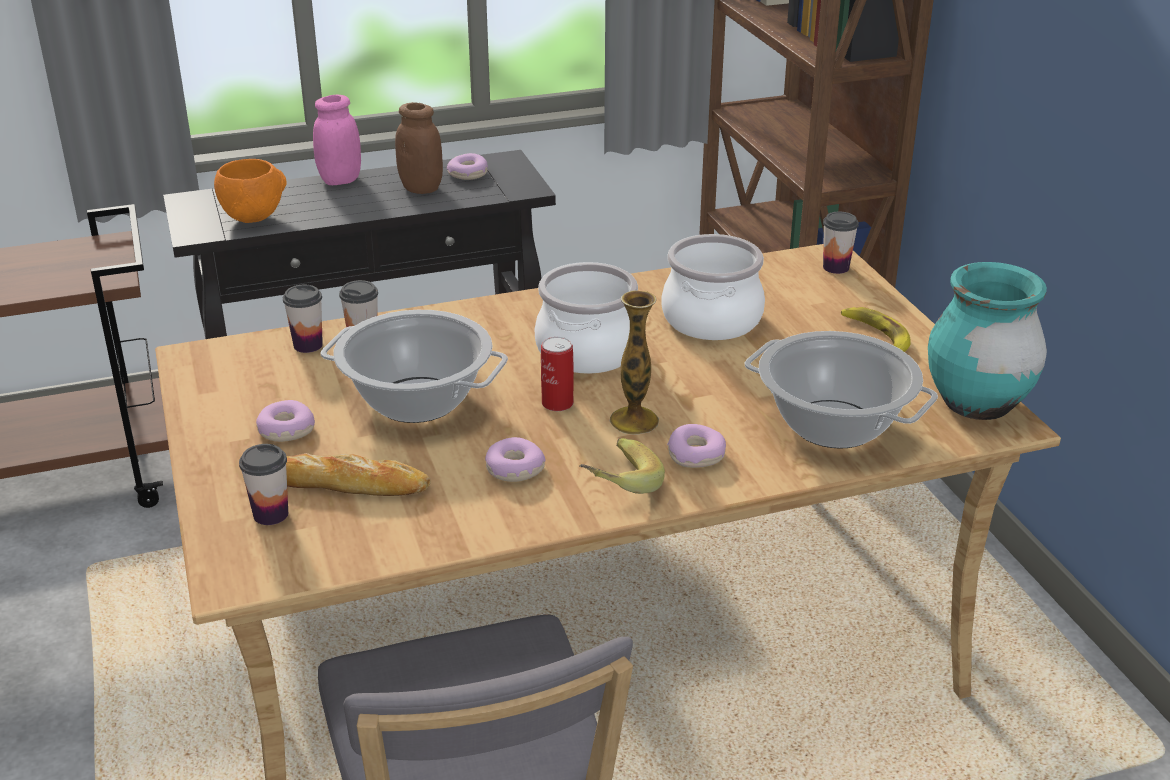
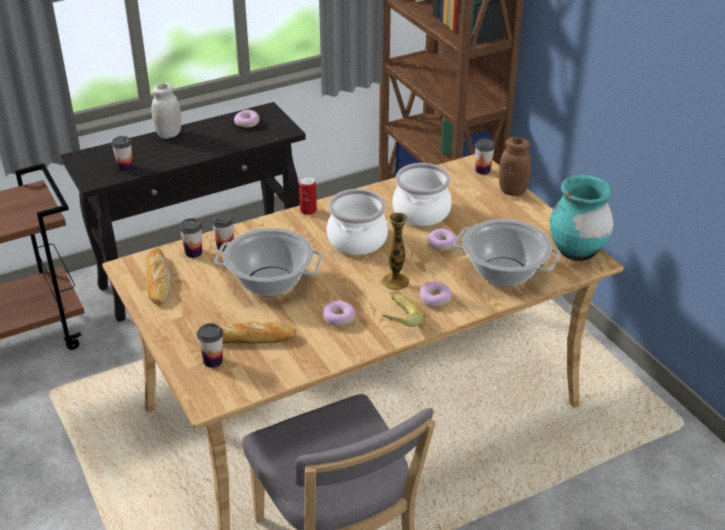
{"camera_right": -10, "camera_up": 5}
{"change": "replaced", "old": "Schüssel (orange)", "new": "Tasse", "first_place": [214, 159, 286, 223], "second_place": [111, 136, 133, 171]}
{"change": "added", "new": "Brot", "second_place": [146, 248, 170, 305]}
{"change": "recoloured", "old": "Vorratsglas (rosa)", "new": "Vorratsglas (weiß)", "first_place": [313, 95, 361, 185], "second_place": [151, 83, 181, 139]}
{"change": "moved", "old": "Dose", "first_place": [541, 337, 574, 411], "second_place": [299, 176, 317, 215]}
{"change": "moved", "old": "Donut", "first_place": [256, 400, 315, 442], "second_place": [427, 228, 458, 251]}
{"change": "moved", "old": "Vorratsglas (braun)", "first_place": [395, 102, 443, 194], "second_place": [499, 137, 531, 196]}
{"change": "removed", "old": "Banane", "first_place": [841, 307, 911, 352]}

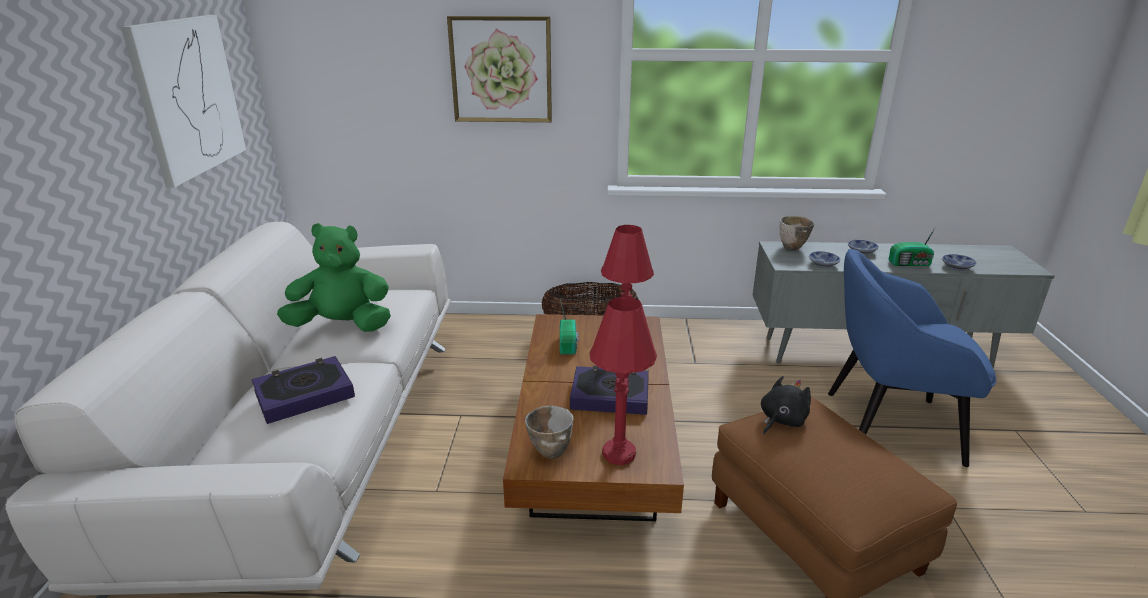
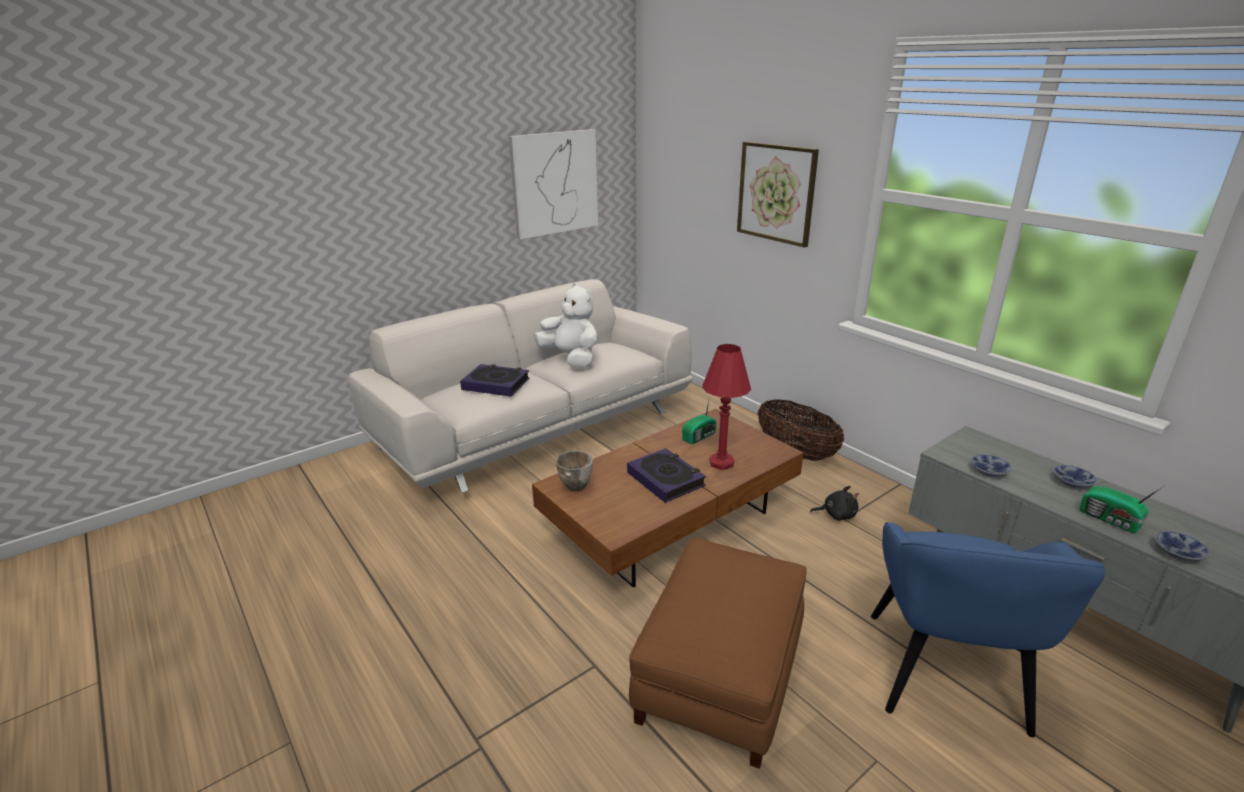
{"camera_right": 50, "camera_up": 0}
{"change": "recoloured", "old": "Plüschtier (grün)", "new": "Plüschtier (weiß)", "first_place": [277, 223, 391, 332], "second_place": [534, 283, 598, 368]}
{"change": "moved", "old": "Plüschtier (schwarz)", "first_place": [761, 376, 811, 434], "second_place": [810, 486, 859, 521]}
{"change": "turned", "old": "Sessel (blau)", "first_place": [828, 249, 996, 467], "second_place": [871, 522, 1105, 737], "degrees": -135}
{"change": "removed", "old": "Tischlampe (rot)", "first_place": [590, 296, 657, 466]}
{"change": "removed", "old": "Schüssel", "first_place": [780, 216, 814, 250]}

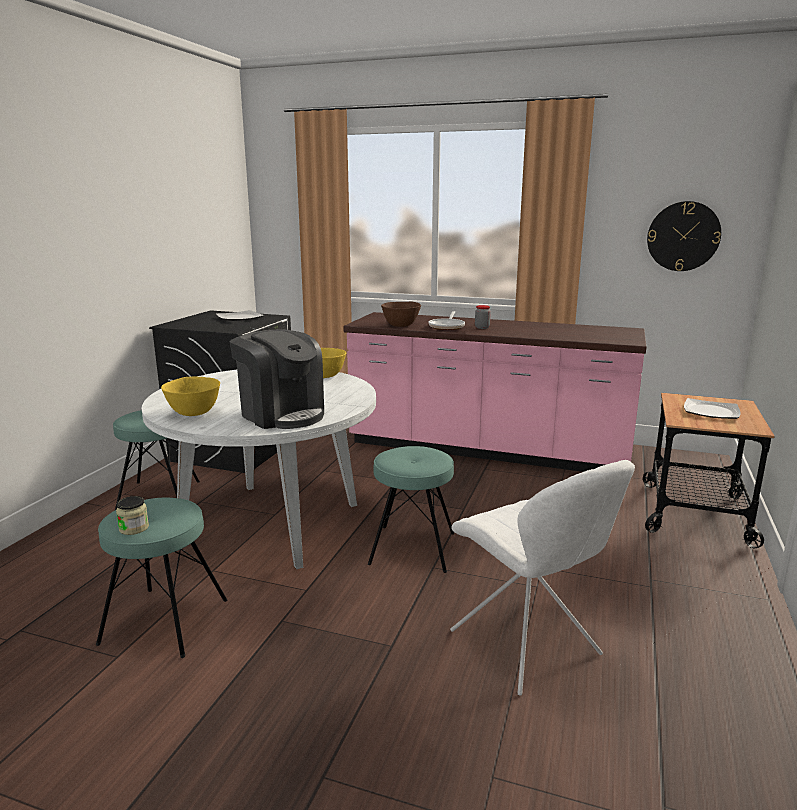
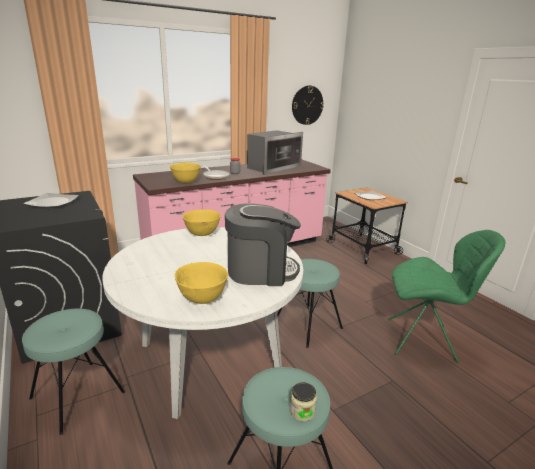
{"camera_right": -50, "camera_up": 5}
{"change": "recoloured", "old": "Schüssel (braun)", "new": "Schüssel (gelb)", "first_place": [381, 302, 421, 327], "second_place": [170, 162, 201, 183]}
{"change": "added", "new": "Mikrowelle", "second_place": [247, 130, 303, 175]}
{"change": "recoloured", "old": "Stuhl (weiß)", "new": "Stuhl (grün)", "first_place": [450, 460, 635, 696], "second_place": [388, 230, 505, 364]}

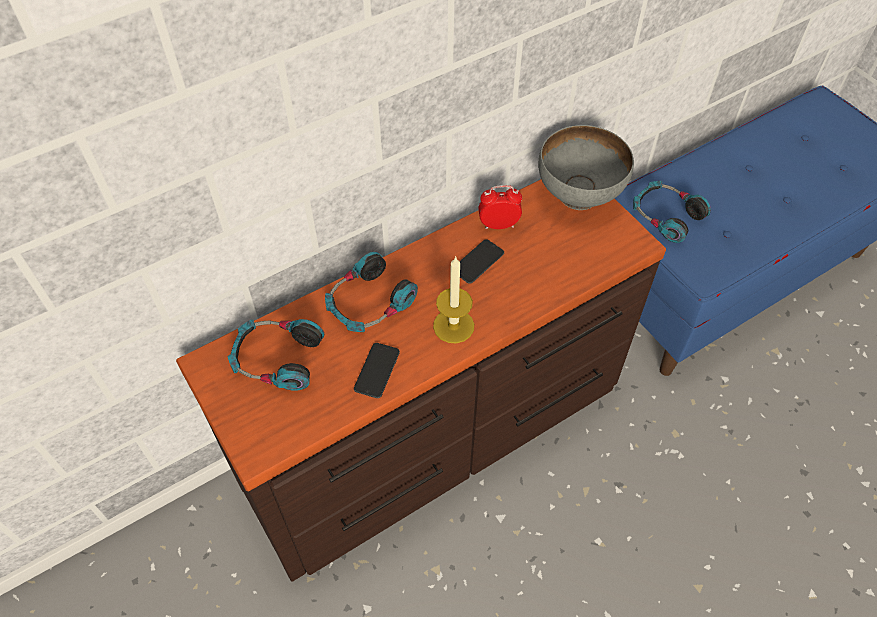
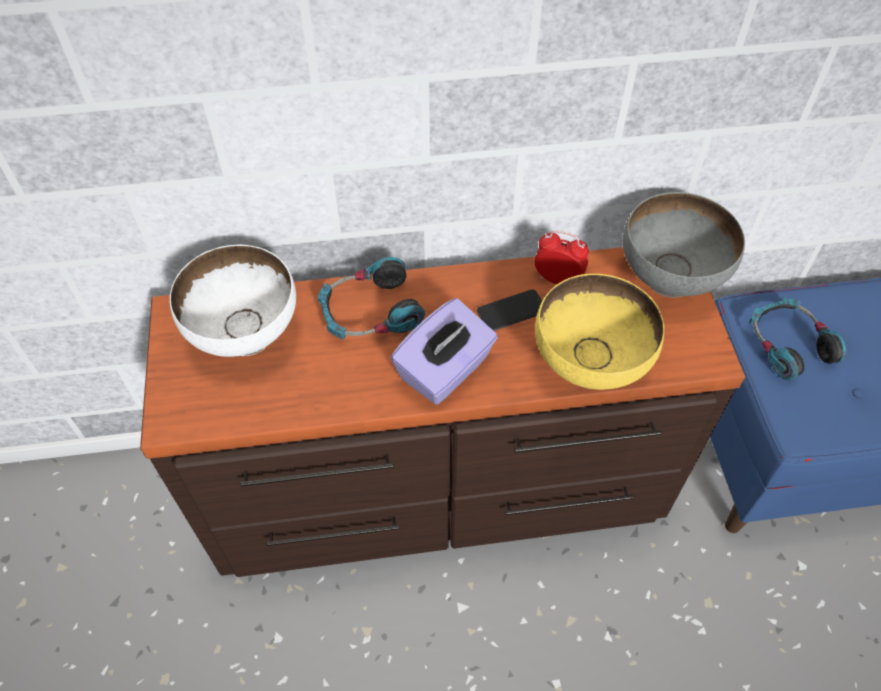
{"camera_right": 25, "camera_up": 0}
{"change": "replaced", "old": "Kopfhörer", "new": "Schüssel (weiß)", "first_place": [227, 319, 324, 391], "second_place": [170, 244, 296, 357]}
{"change": "replaced", "old": "Kerze", "new": "Taschentuchbox (lila)", "first_place": [433, 256, 474, 343], "second_place": [391, 298, 498, 405]}
{"change": "added", "new": "Schüssel (gelb)", "second_place": [535, 274, 664, 390]}
{"change": "removed", "old": "Handy", "first_place": [354, 343, 400, 398]}

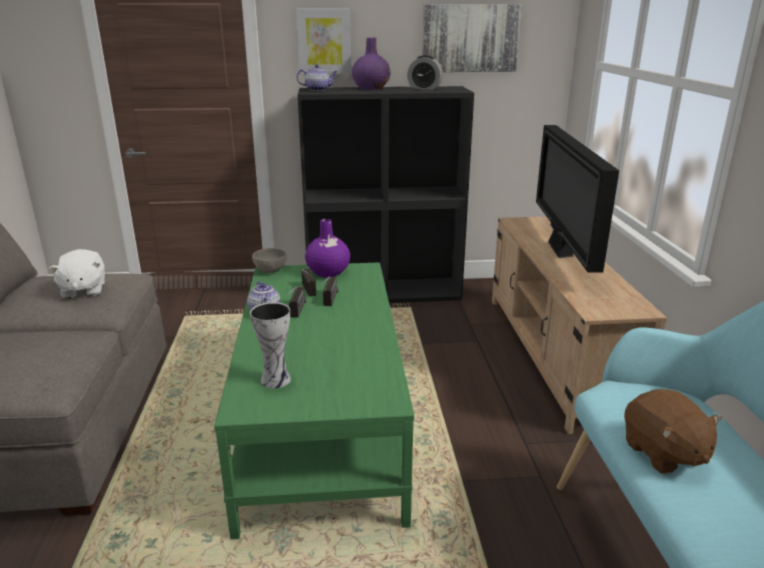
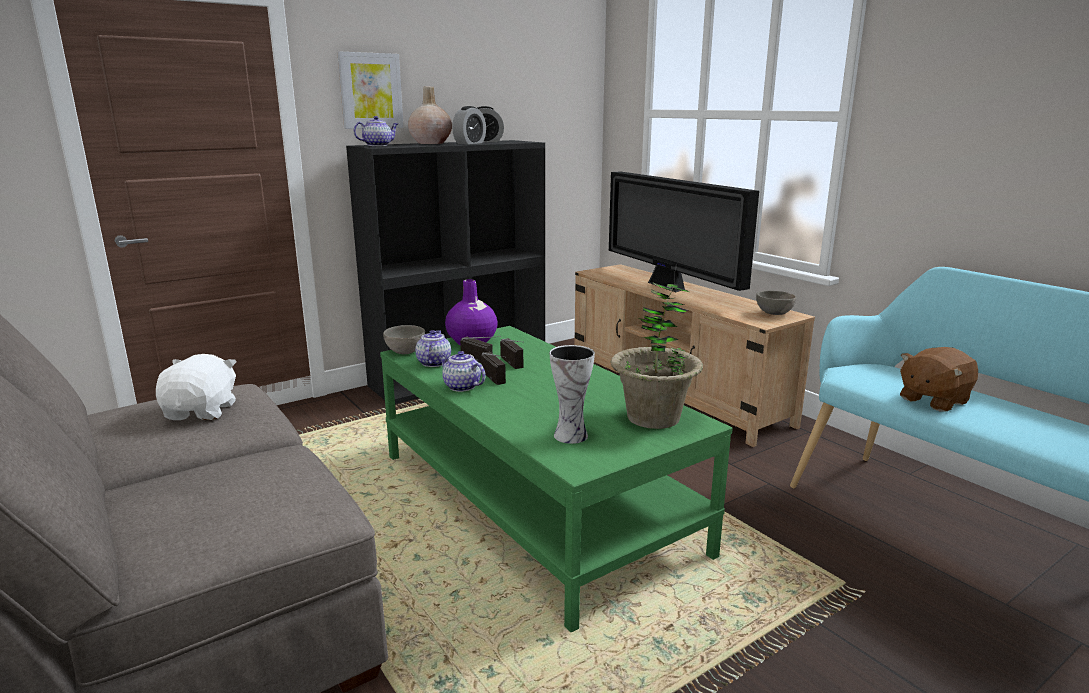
{"camera_right": -30, "camera_up": -5}
{"change": "turned", "old": "Plüschtier (weiß)", "first_place": [49, 249, 105, 299], "second_place": [156, 354, 237, 420], "degrees": -135}
{"change": "recoloured", "old": "Vase (lila)", "new": "Vase (beige)", "first_place": [352, 37, 391, 90], "second_place": [408, 86, 452, 144]}
{"change": "added", "new": "Teekanne", "second_place": [415, 330, 451, 367]}
{"change": "added", "new": "Wecker", "second_place": [452, 106, 486, 144]}
{"change": "added", "new": "Topfpflanze", "second_place": [610, 282, 703, 429]}
{"change": "added", "new": "Schüssel (grau)", "second_place": [756, 291, 796, 315]}
{"change": "turned", "old": "Plüschtier (braun)", "first_place": [624, 389, 722, 474], "second_place": [900, 347, 978, 412], "degrees": 105}
{"change": "removed", "old": "Bild", "first_place": [422, 4, 522, 72]}

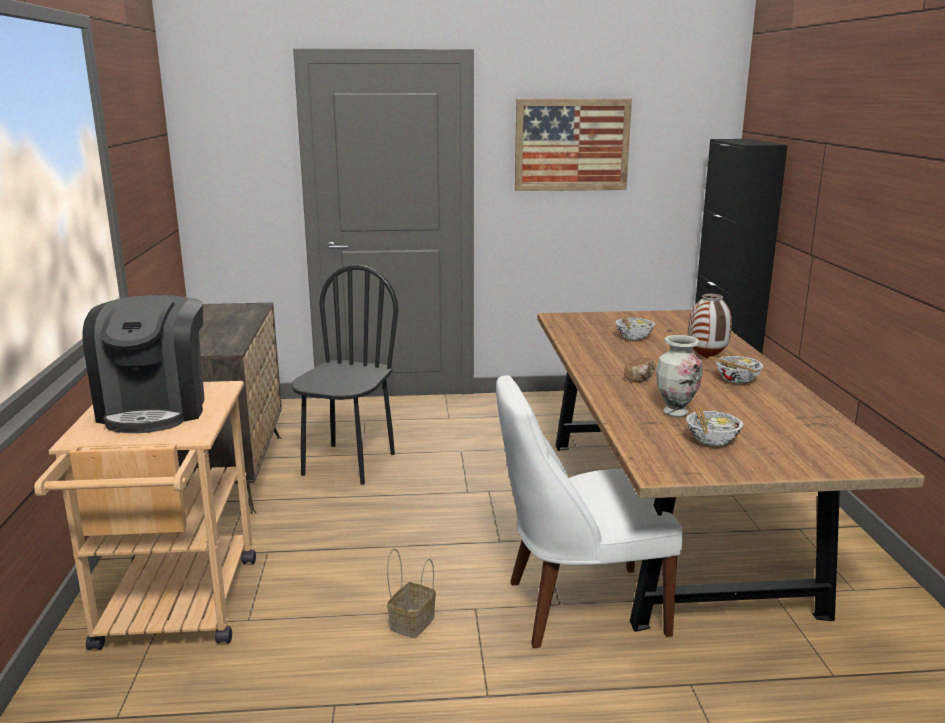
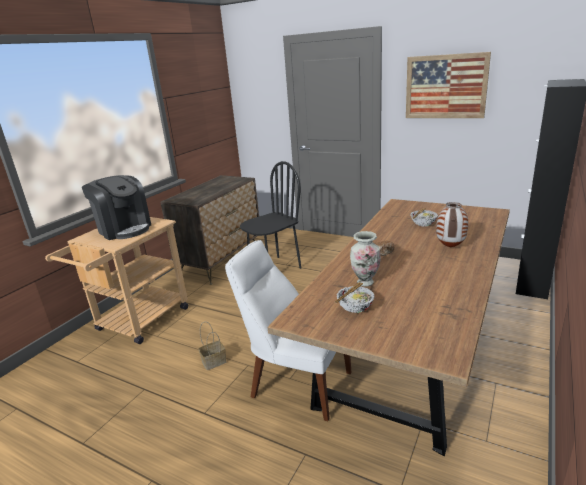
{"camera_right": 35, "camera_up": 5}
{"change": "turned", "old": "Kaffeemaschine", "first_place": [82, 295, 205, 433], "second_place": [82, 175, 151, 240], "degrees": -75}
{"change": "removed", "old": "Schüssel", "first_place": [708, 356, 763, 384]}

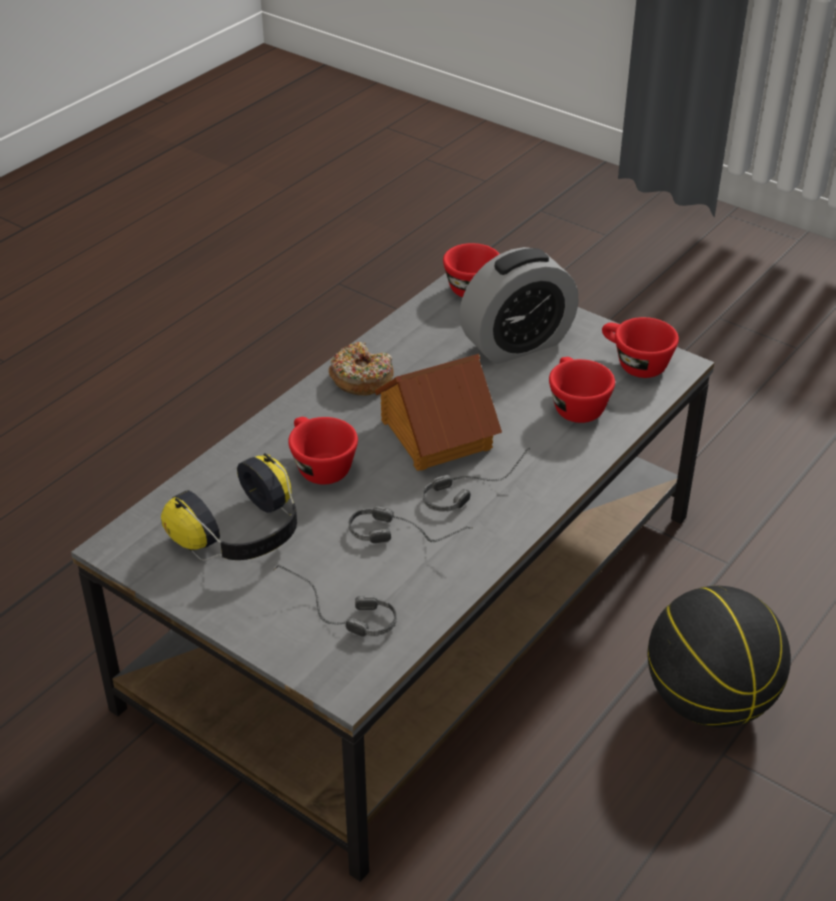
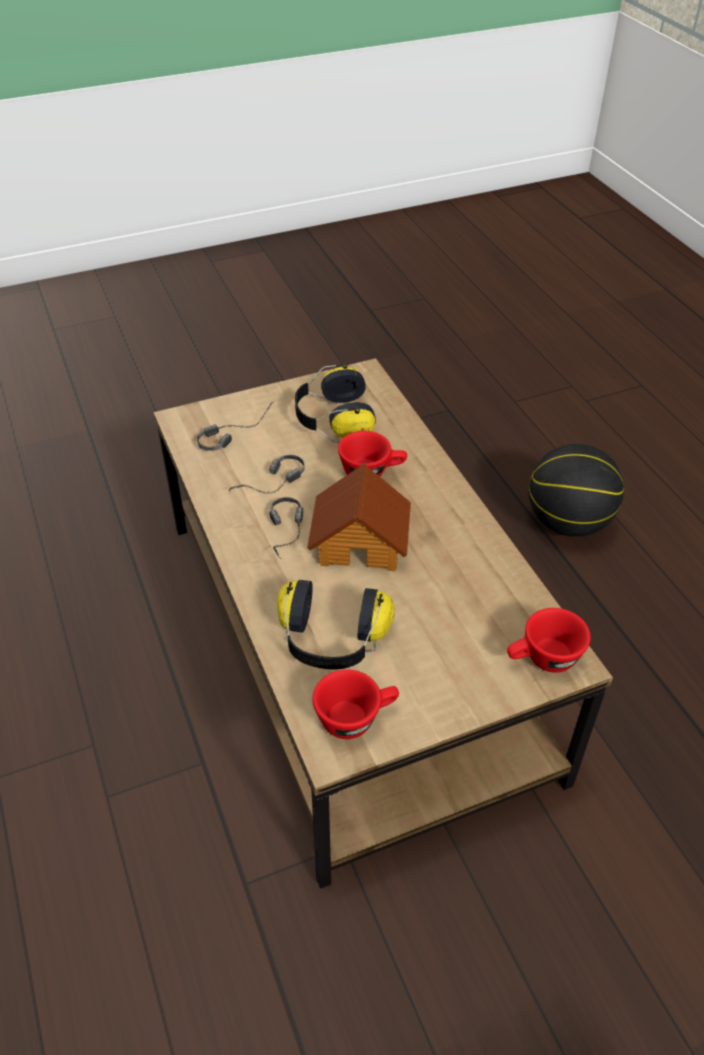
{"camera_right": 120, "camera_up": 5}
{"change": "recoloured", "old": "Couchtisch (grau)", "new": "Couchtisch (braun)", "first_place": [71, 273, 714, 882], "second_place": [154, 358, 613, 889]}
{"change": "replaced", "old": "Tasse (rot)", "new": "Kopfhörer", "first_place": [549, 357, 615, 423], "second_place": [277, 580, 395, 669]}
{"change": "moved", "old": "Basketball", "first_place": [648, 586, 791, 727], "second_place": [528, 444, 624, 537]}
{"change": "removed", "old": "Donut", "first_place": [329, 342, 394, 396]}
{"change": "removed", "old": "Wecker", "first_place": [459, 247, 579, 364]}

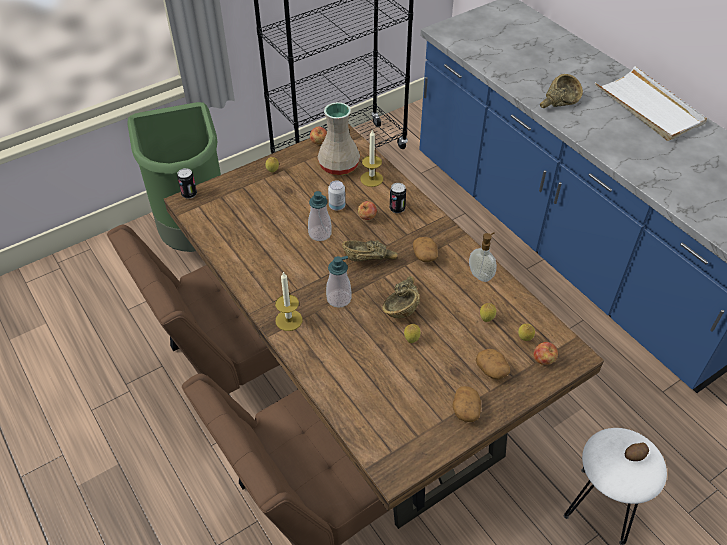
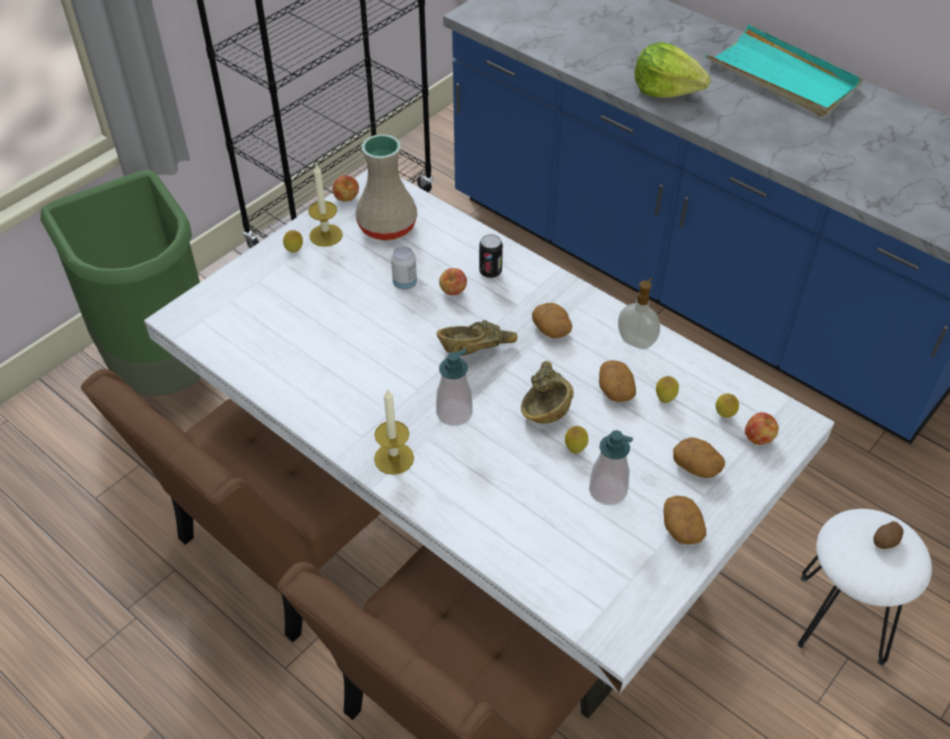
{"camera_right": -15, "camera_up": 0}
{"change": "recoloured", "old": "Esstisch (braun)", "new": "Esstisch (weiß)", "first_place": [164, 124, 604, 529], "second_place": [144, 170, 835, 719]}
{"change": "moved", "old": "Kerze", "first_place": [360, 129, 383, 187], "second_place": [308, 163, 343, 247]}
{"change": "moved", "old": "Seifenspender", "first_place": [308, 191, 332, 241], "second_place": [589, 430, 633, 505]}
{"change": "added", "new": "Kartoffel", "second_place": [599, 360, 636, 402]}
{"change": "replaced", "old": "Schüssel (braun)", "new": "Salatkopf", "first_place": [540, 74, 583, 108], "second_place": [634, 42, 711, 98]}
{"change": "recoloured", "old": "Tablett (weiß)", "new": "Tablett (türkis)", "first_place": [595, 66, 708, 141], "second_place": [706, 24, 863, 117]}
{"change": "removed", "old": "Dose", "first_place": [177, 168, 197, 199]}

